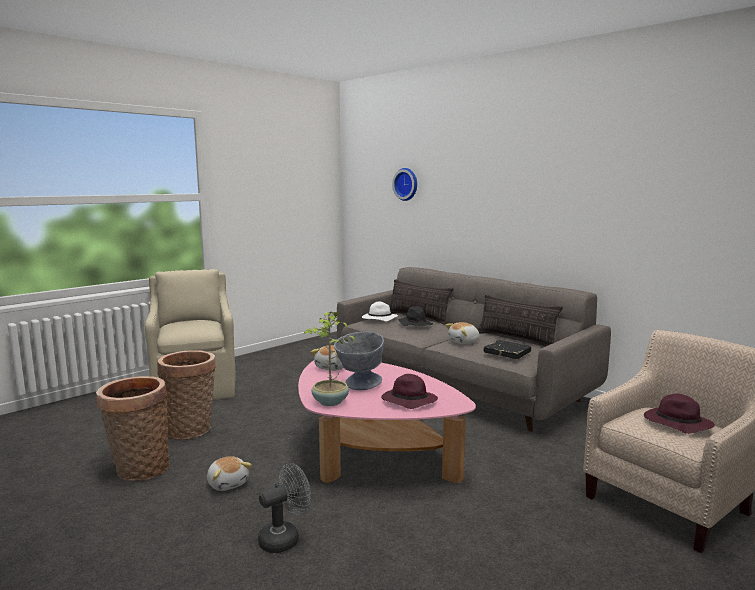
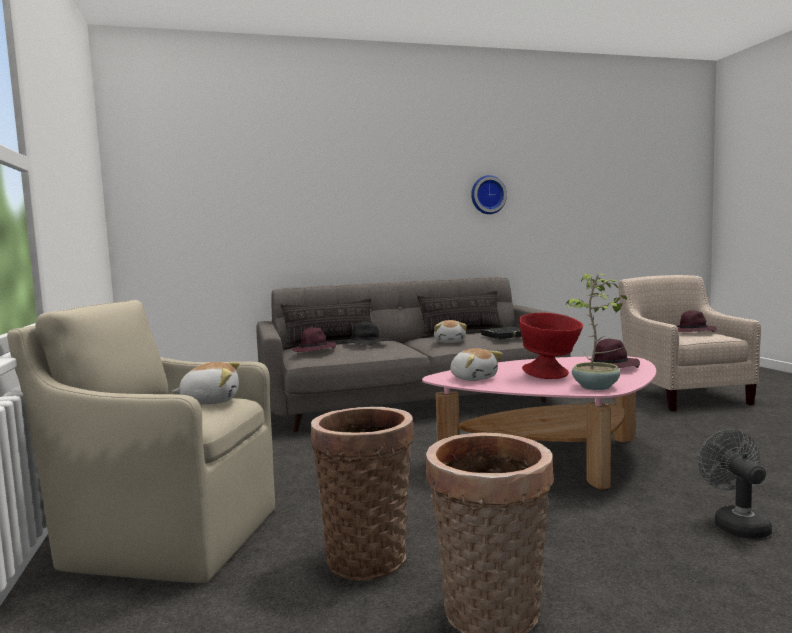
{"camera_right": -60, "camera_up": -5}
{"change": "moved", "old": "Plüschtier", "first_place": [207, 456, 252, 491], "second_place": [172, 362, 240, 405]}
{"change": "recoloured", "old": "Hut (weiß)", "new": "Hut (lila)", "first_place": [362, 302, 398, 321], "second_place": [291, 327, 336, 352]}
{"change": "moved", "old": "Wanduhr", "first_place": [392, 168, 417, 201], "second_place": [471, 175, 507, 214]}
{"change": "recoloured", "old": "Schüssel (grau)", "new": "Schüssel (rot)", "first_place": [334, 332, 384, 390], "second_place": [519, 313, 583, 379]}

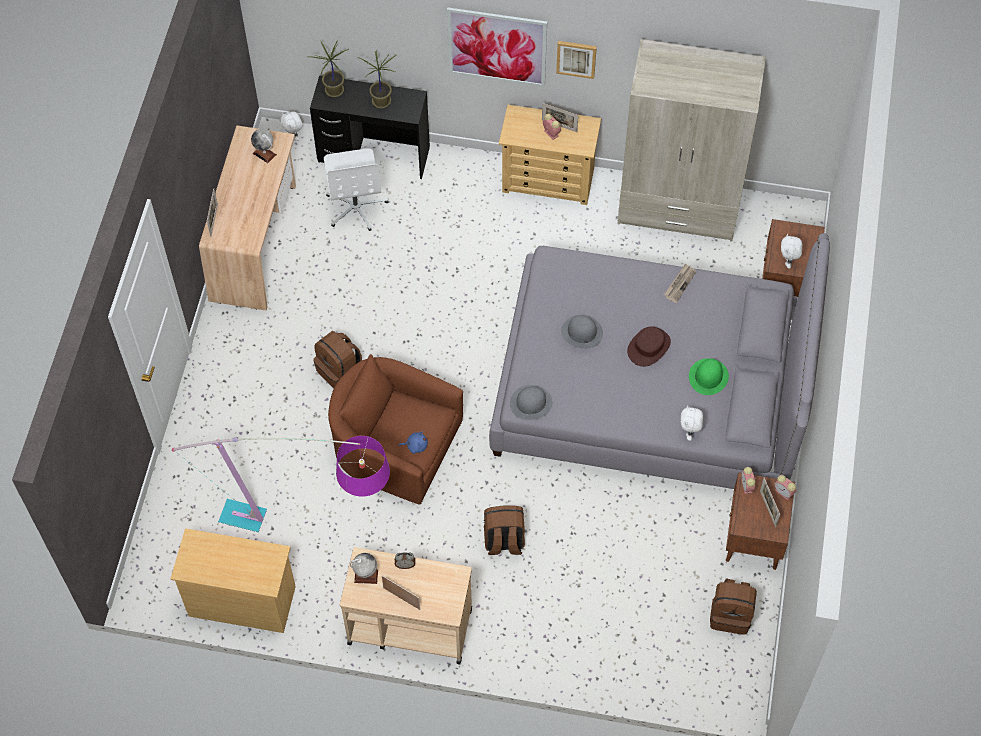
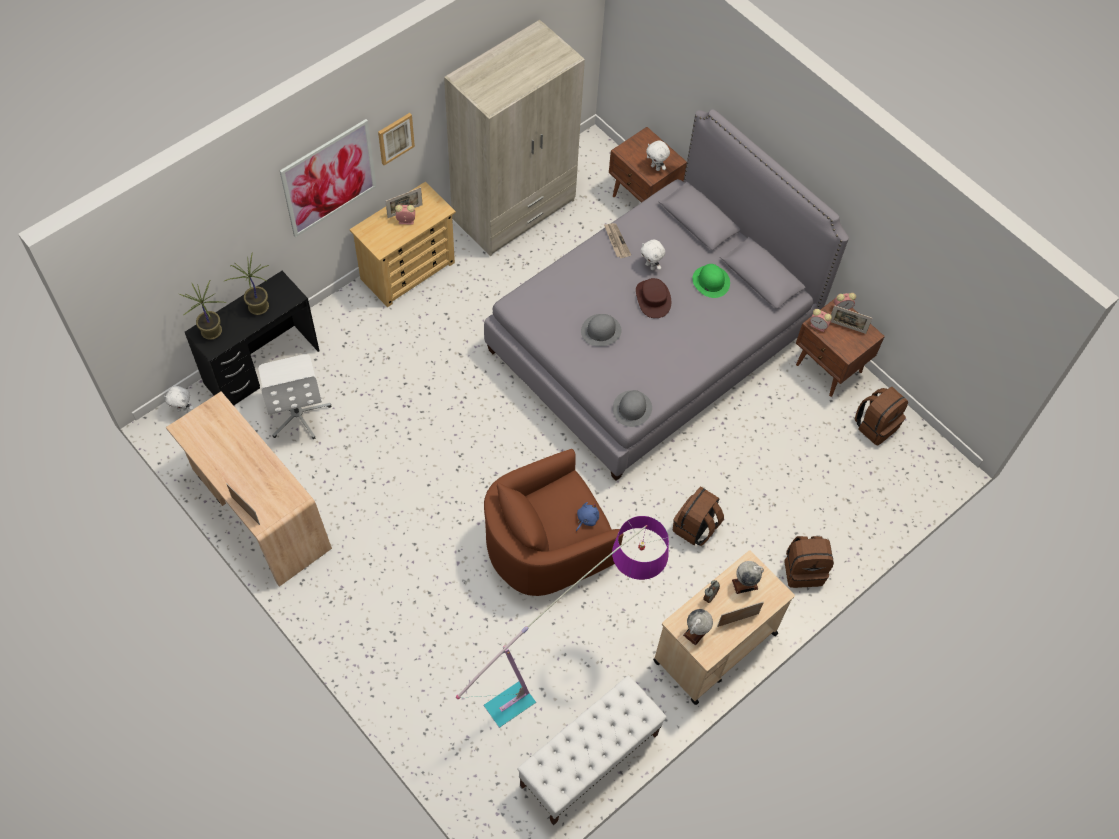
{"camera_right": -55, "camera_up": 0}
{"change": "turned", "old": "Bürostuhl (weiß)", "first_place": [324, 148, 389, 231], "second_place": [258, 354, 332, 439], "degrees": 45}
{"change": "replaced", "old": "Kommode (beige)", "new": "Bank (weiß)", "first_place": [171, 528, 296, 633], "second_place": [517, 675, 667, 825]}
{"change": "moved", "old": "Plüschtier (weiß)", "first_place": [681, 405, 703, 441], "second_place": [640, 240, 665, 270]}
{"change": "moved", "old": "Globus", "first_place": [251, 129, 277, 163], "second_place": [732, 561, 764, 594]}
{"change": "moved", "old": "Rucksack (braun)", "first_place": [313, 331, 362, 389], "second_place": [785, 536, 834, 588]}

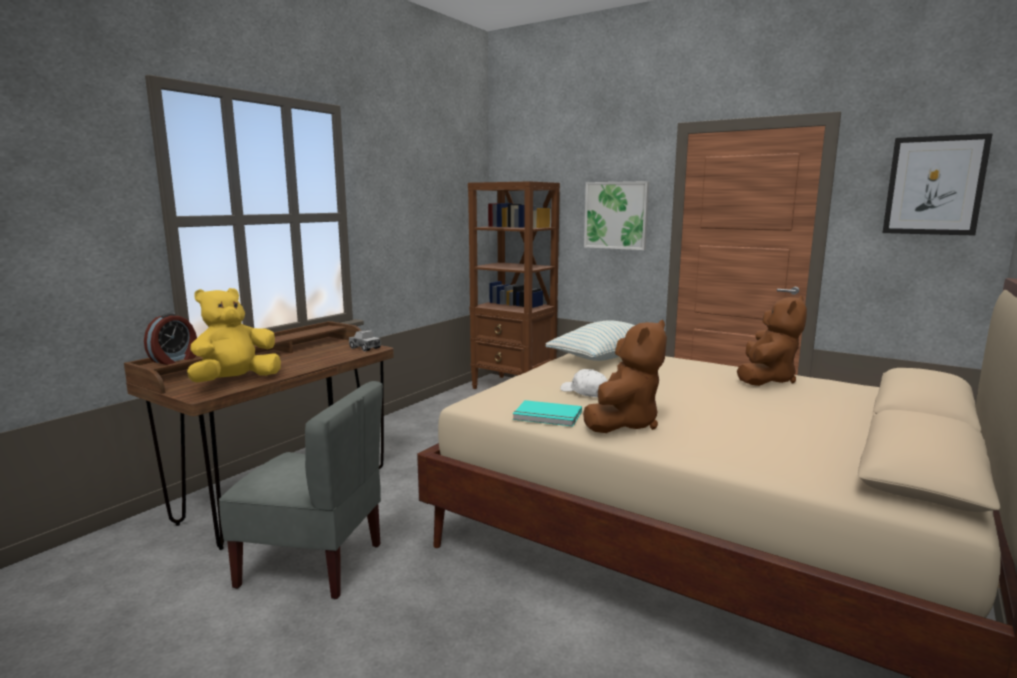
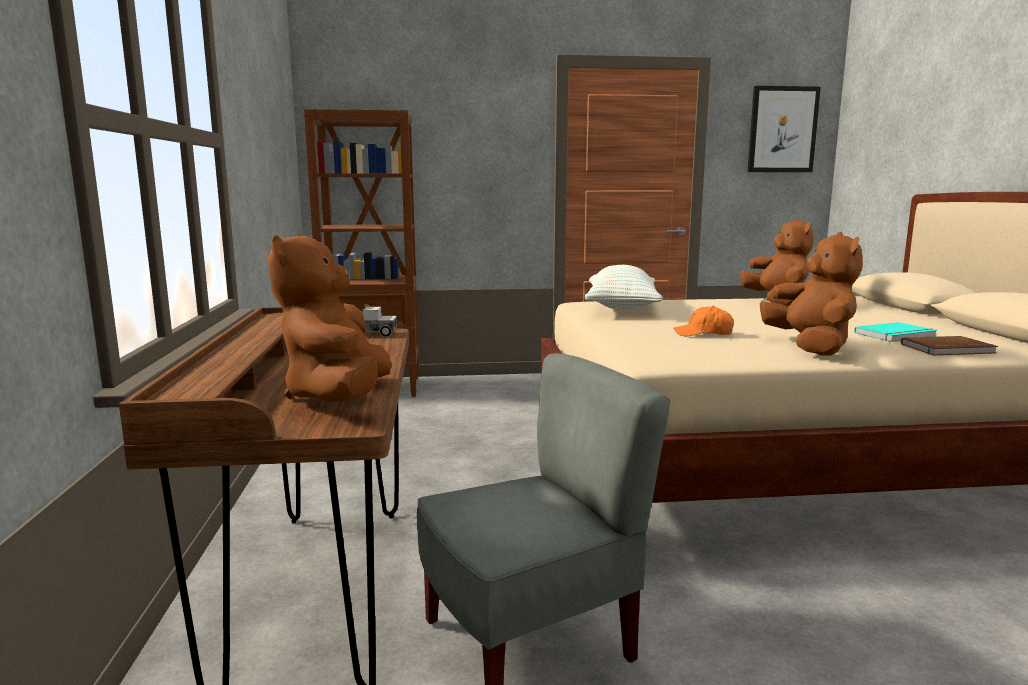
{"camera_right": -40, "camera_up": 0}
{"change": "recoloured", "old": "Plüschtier (gelb)", "new": "Plüschtier (braun)", "first_place": [187, 288, 281, 382], "second_place": [268, 234, 392, 402]}
{"change": "recoloured", "old": "Kappe (weiß)", "new": "Kappe (orange)", "first_place": [560, 369, 608, 397], "second_place": [673, 306, 734, 336]}
{"change": "moved", "old": "Buch (türkis)", "first_place": [513, 400, 582, 427], "second_place": [854, 322, 937, 342]}
{"change": "added", "new": "Buch (braun)", "second_place": [901, 336, 998, 355]}
{"change": "removed", "old": "Wecker", "first_place": [144, 313, 197, 365]}
{"change": "removed", "old": "Bild", "first_place": [584, 181, 649, 250]}

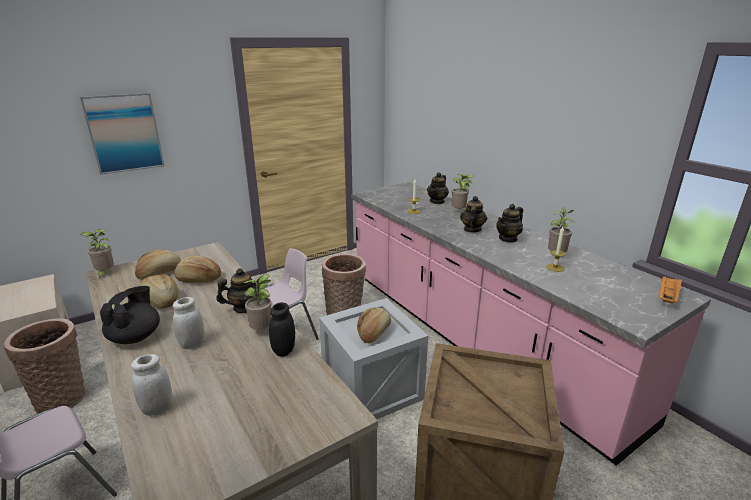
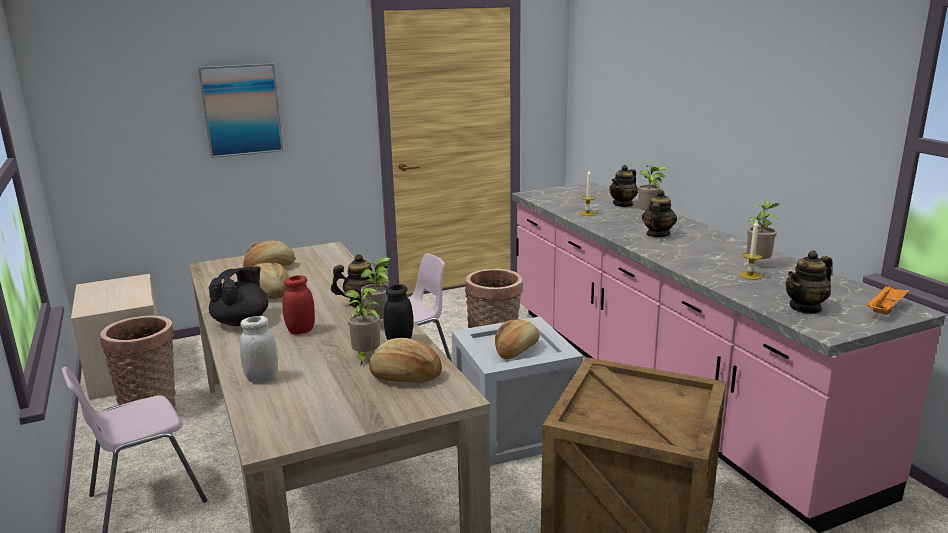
{"camera_right": 10, "camera_up": -5}
{"change": "recoloured", "old": "Vorratsglas (weiß)", "new": "Vorratsglas (rot)", "first_place": [173, 297, 205, 349], "second_place": [282, 275, 315, 334]}
{"change": "moved", "old": "Topfpflanze", "first_place": [81, 229, 114, 279], "second_place": [344, 287, 380, 366]}
{"change": "moved", "old": "Brot", "first_place": [174, 256, 221, 283], "second_place": [369, 338, 442, 383]}
{"change": "moved", "old": "Teekanne", "first_place": [496, 204, 523, 243], "second_place": [785, 250, 833, 314]}

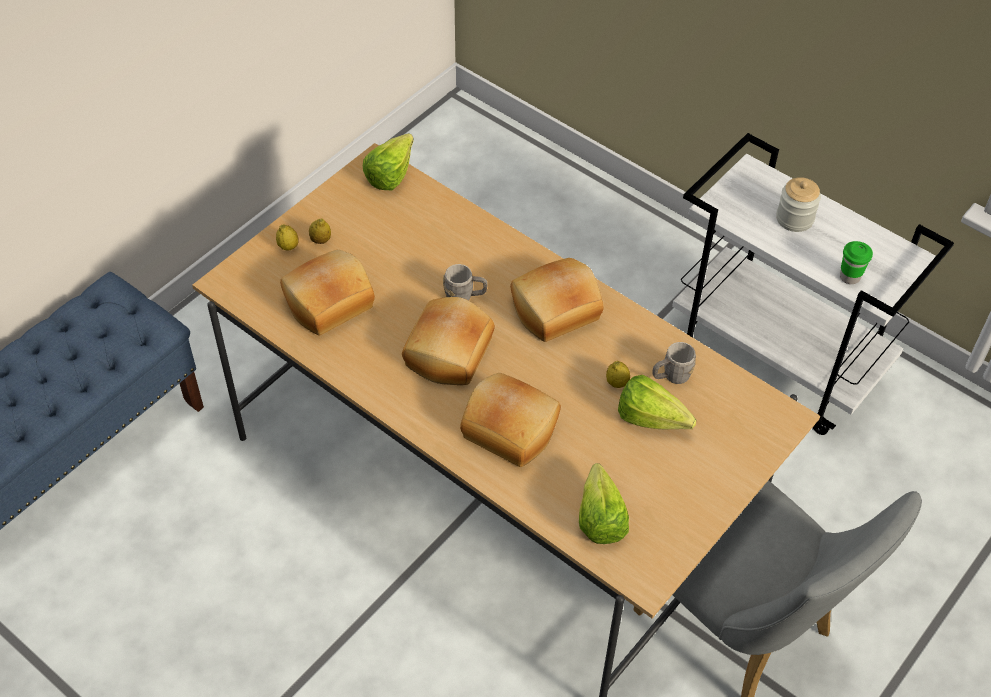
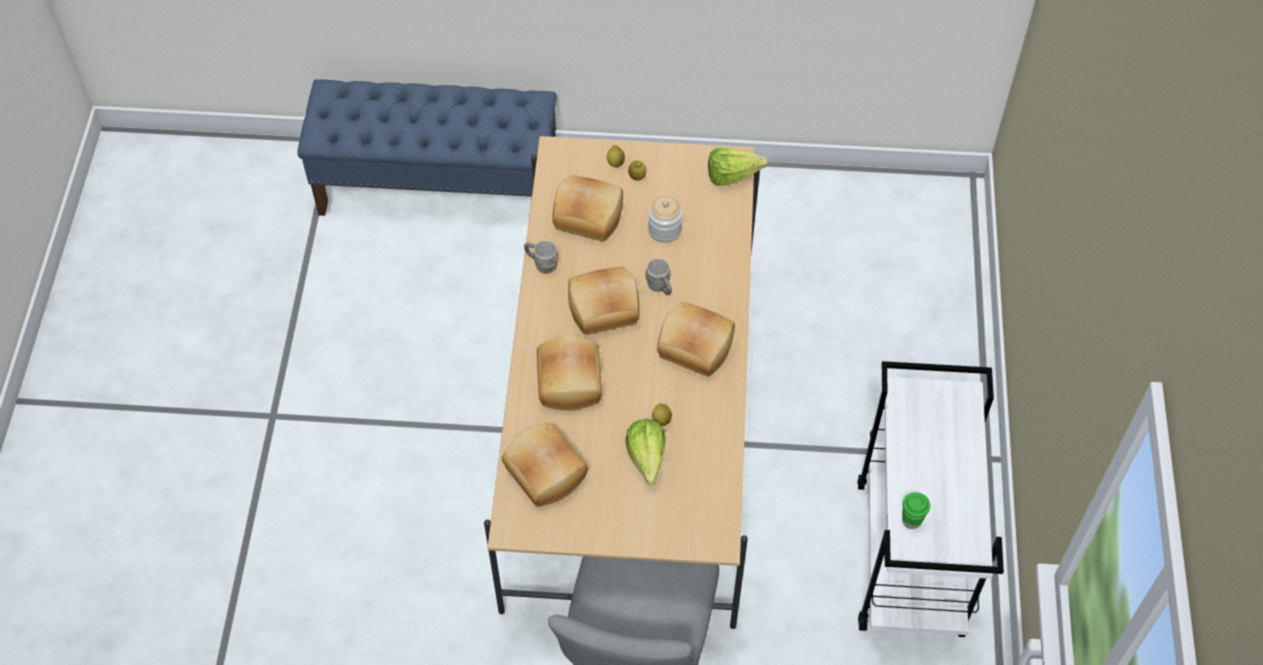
{"camera_right": 55, "camera_up": 5}
{"change": "replaced", "old": "Salatkopf", "new": "Brot", "first_place": [579, 463, 629, 544], "second_place": [502, 424, 588, 507]}
{"change": "moved", "old": "Henkelbecher (grau)", "first_place": [652, 342, 696, 384], "second_place": [524, 240, 558, 274]}
{"change": "moved", "old": "Vorratsglas", "first_place": [776, 177, 821, 232], "second_place": [648, 196, 683, 243]}

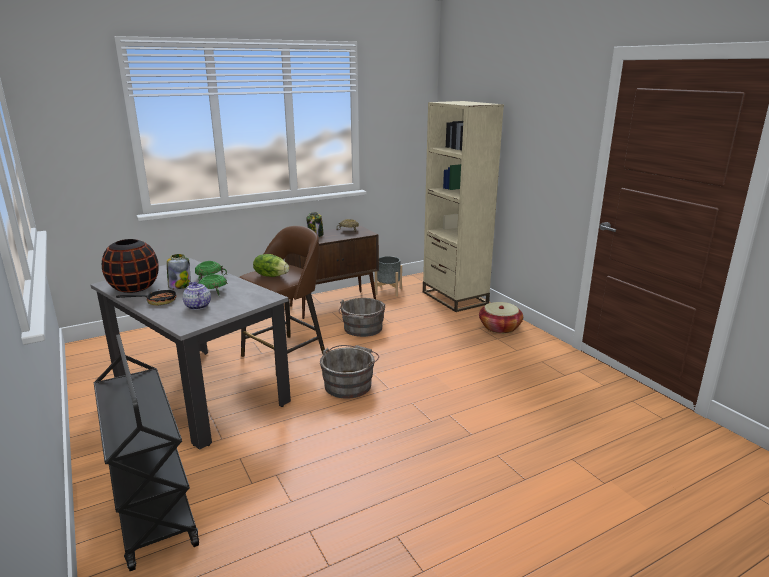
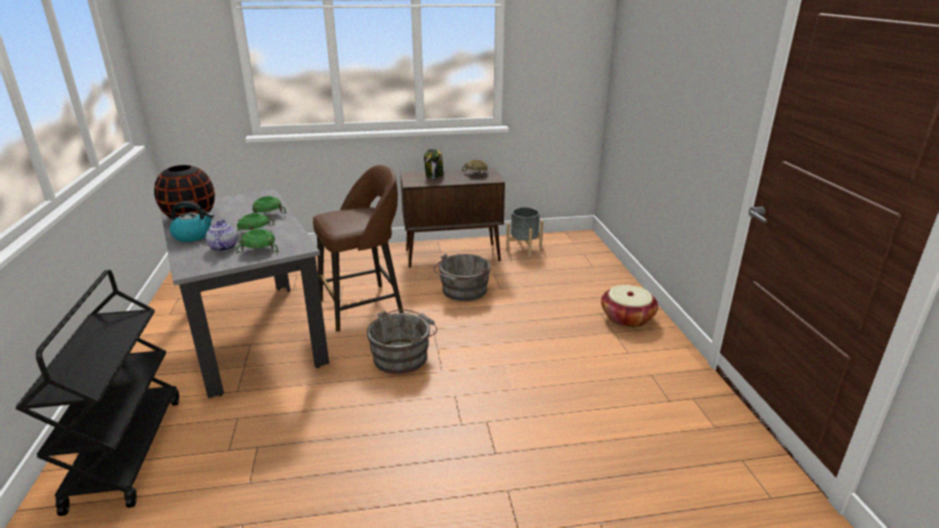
{"camera_right": 20, "camera_up": 5}
{"change": "replaced", "old": "Pfanne", "new": "Wasserkessel", "first_place": [116, 287, 177, 305], "second_place": [170, 201, 214, 242]}
{"change": "added", "new": "Schüssel (grün)", "second_place": [236, 229, 279, 254]}
{"change": "removed", "old": "Vorratsglas", "first_place": [167, 254, 191, 289]}
{"change": "removed", "old": "Salatkopf", "first_place": [253, 254, 289, 277]}
{"change": "removed", "old": "Bücherregal (beige)", "first_place": [423, 101, 504, 312]}

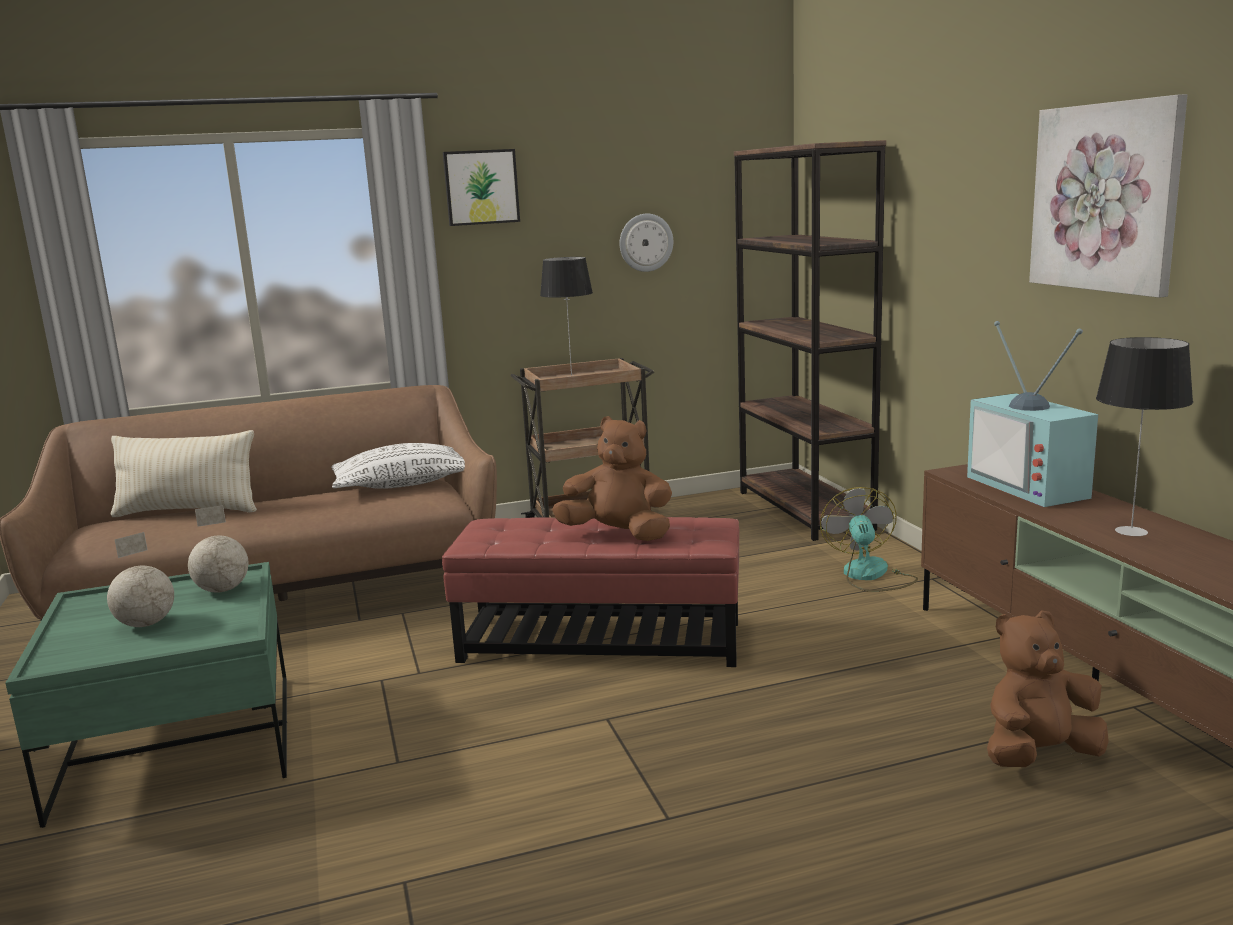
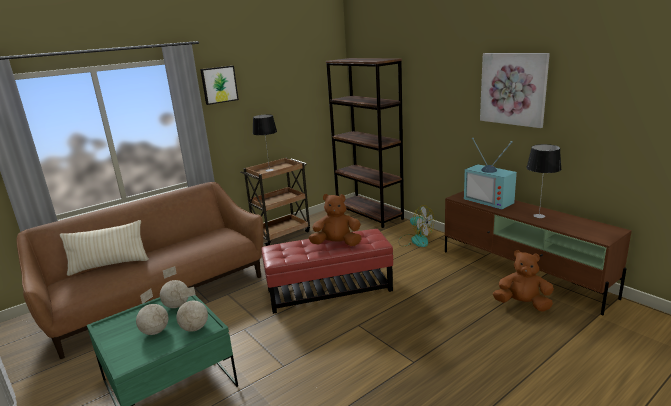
{"camera_right": -20, "camera_up": 5}
{"change": "added", "new": "Globus", "second_place": [176, 287, 208, 332]}
{"change": "turned", "old": "Ventilator", "first_place": [820, 487, 918, 592], "second_place": [398, 205, 434, 247], "degrees": 150}
{"change": "turned", "old": "Plüschtier (braun)", "first_place": [987, 610, 1109, 767], "second_place": [493, 250, 554, 312], "degrees": 60}
{"change": "removed", "old": "Kissen (weiß)", "first_place": [331, 443, 465, 489]}
{"change": "removed", "old": "Wanduhr", "first_place": [620, 214, 673, 272]}

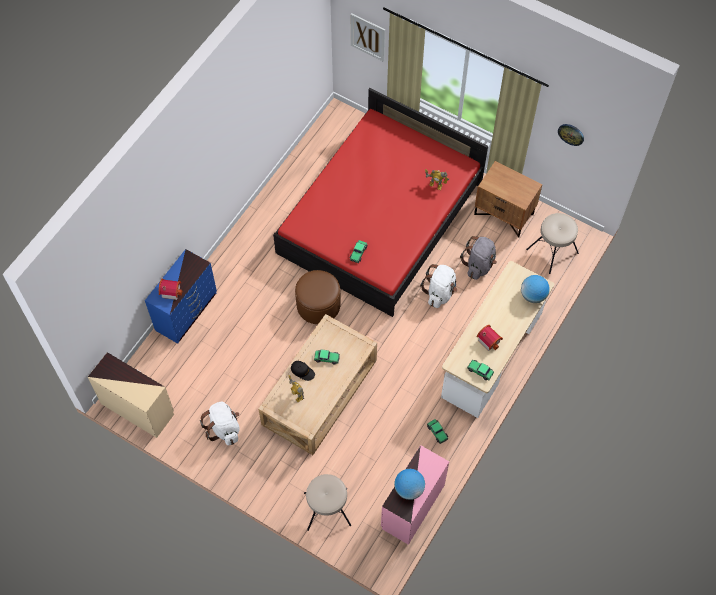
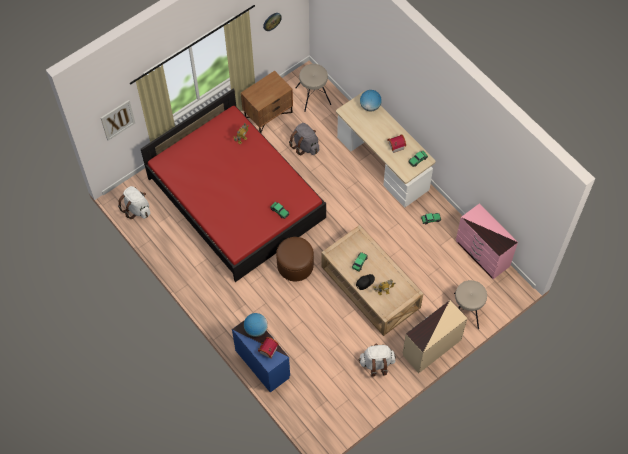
{"camera_right": -70, "camera_up": 0}
{"change": "moved", "old": "Rucksack (weiß)", "first_place": [420, 264, 457, 308], "second_place": [118, 186, 150, 219]}
{"change": "moved", "old": "Globus", "first_place": [394, 469, 425, 500], "second_place": [244, 313, 268, 337]}
{"change": "moved", "old": "Kommode (beige)", "first_place": [88, 352, 174, 438], "second_place": [403, 300, 467, 373]}

